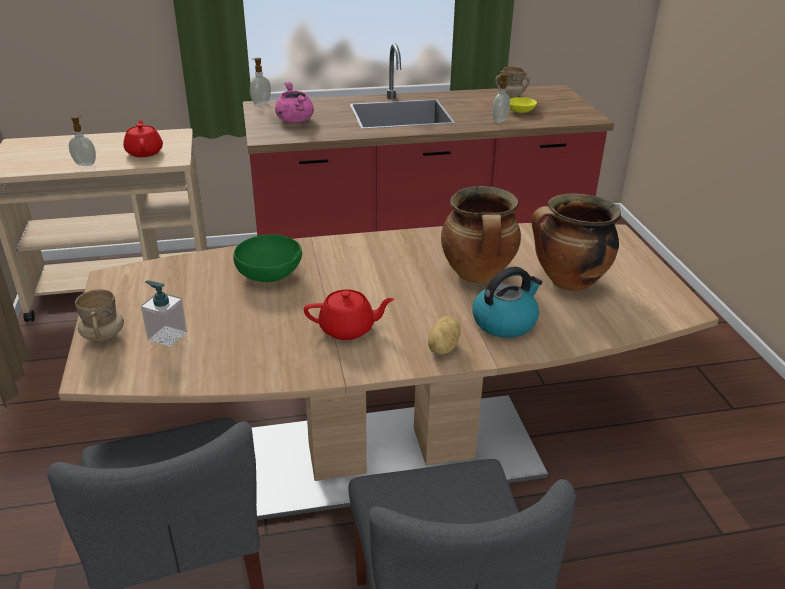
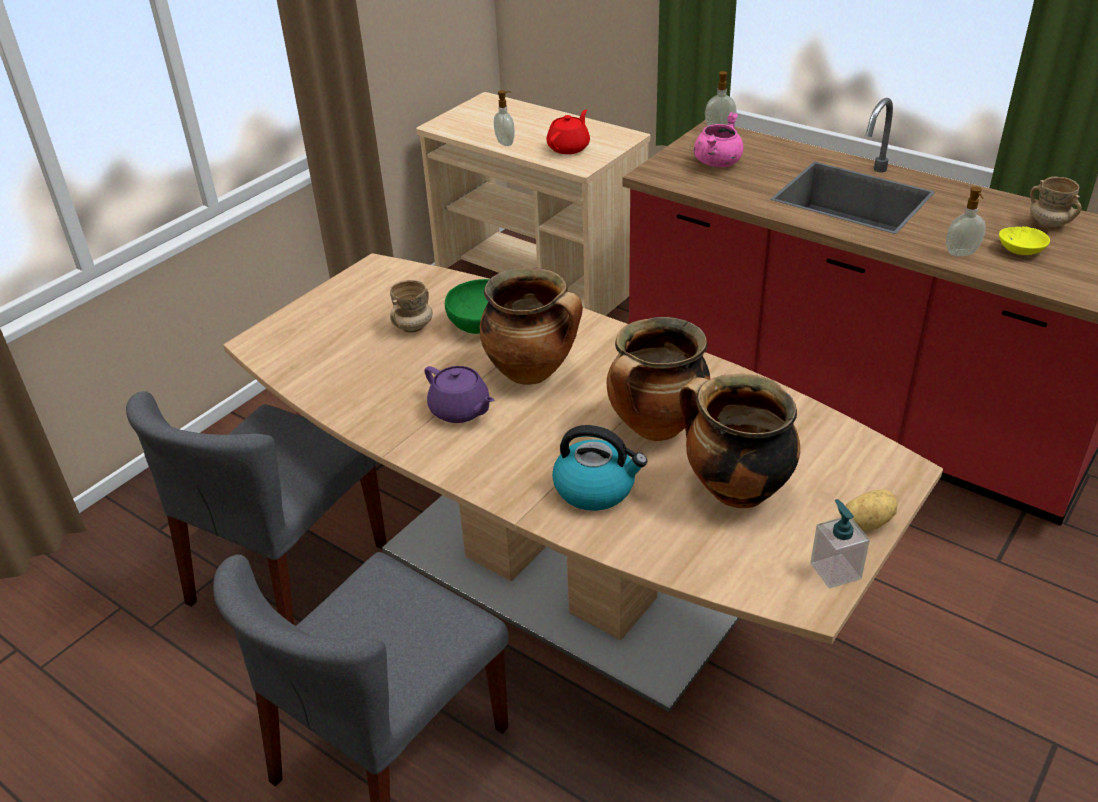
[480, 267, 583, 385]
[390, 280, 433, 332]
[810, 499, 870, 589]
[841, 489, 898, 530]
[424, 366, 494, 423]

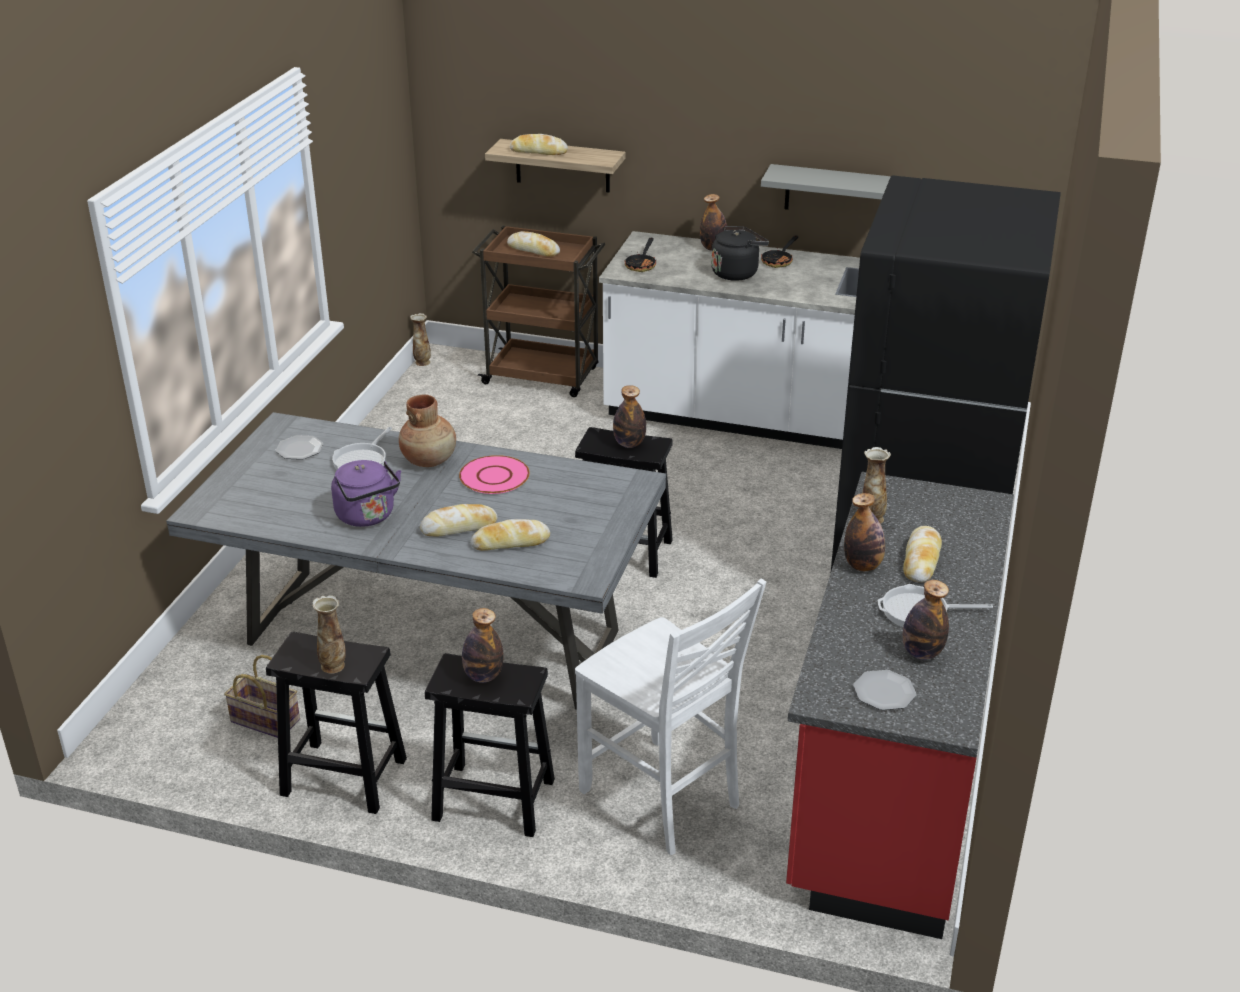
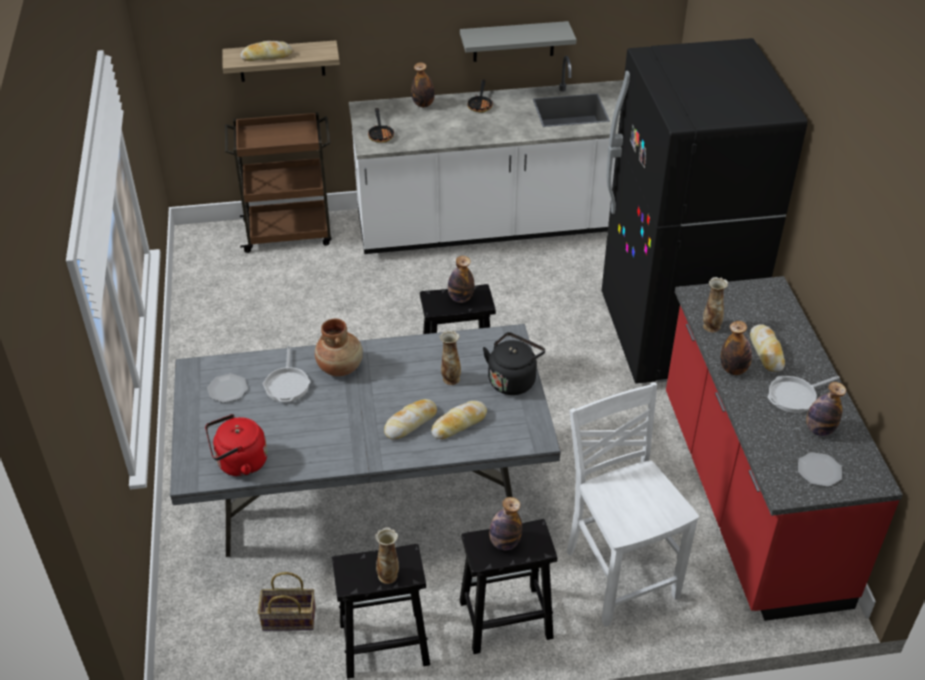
[331, 460, 401, 527] (first image)
[459, 455, 530, 494] (first image)
[507, 231, 560, 257] (first image)
[205, 414, 268, 477]
[439, 330, 461, 385]
[483, 332, 545, 395]
[567, 382, 699, 627]

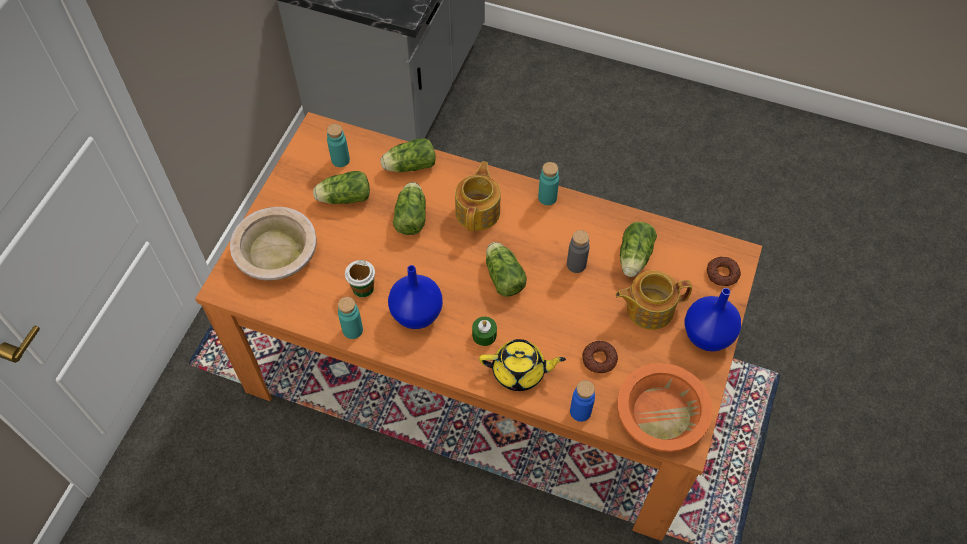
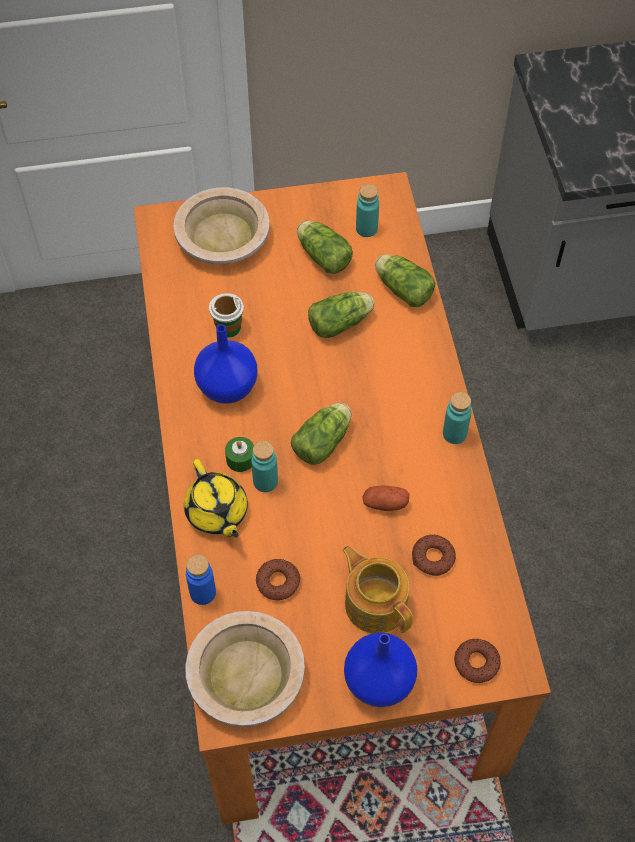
[455, 161, 501, 231] (first image)
[251, 441, 278, 492]
[362, 485, 409, 511]
[412, 534, 456, 576]
[185, 611, 305, 727]

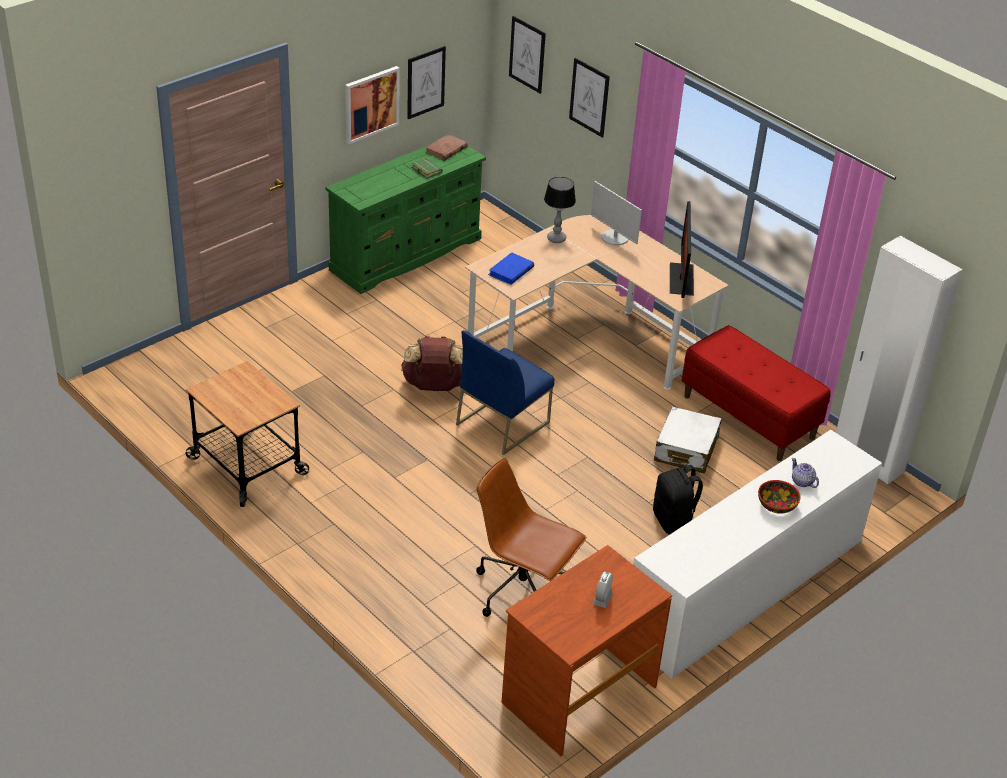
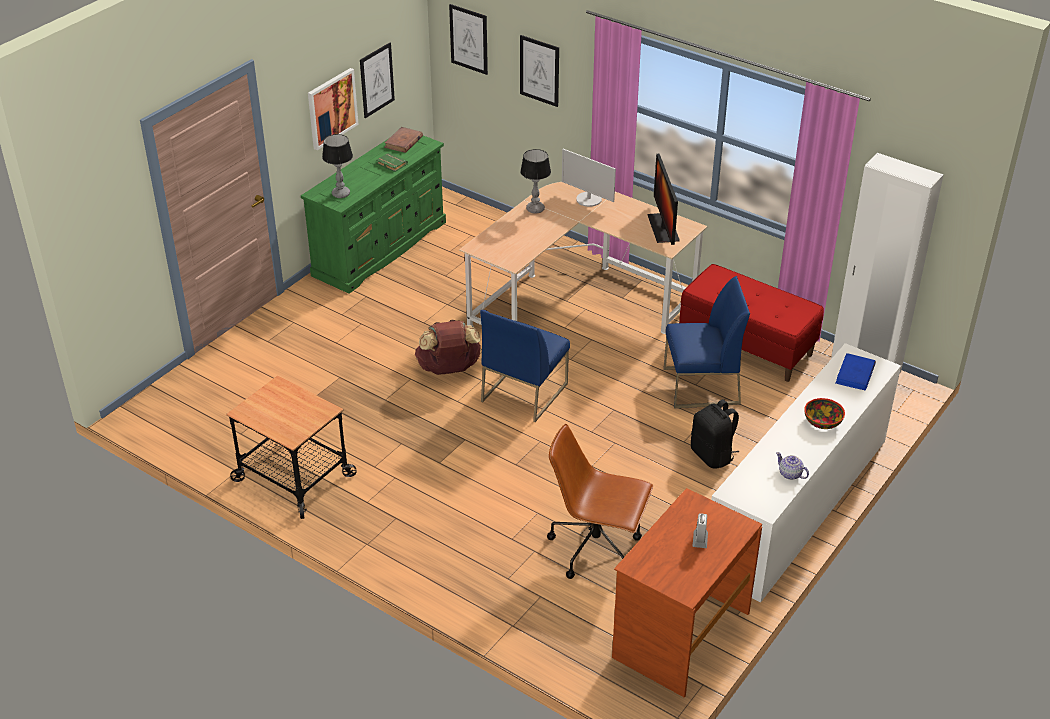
[322, 134, 353, 198]
[835, 353, 876, 390]
[776, 452, 809, 480]
[664, 276, 750, 409]

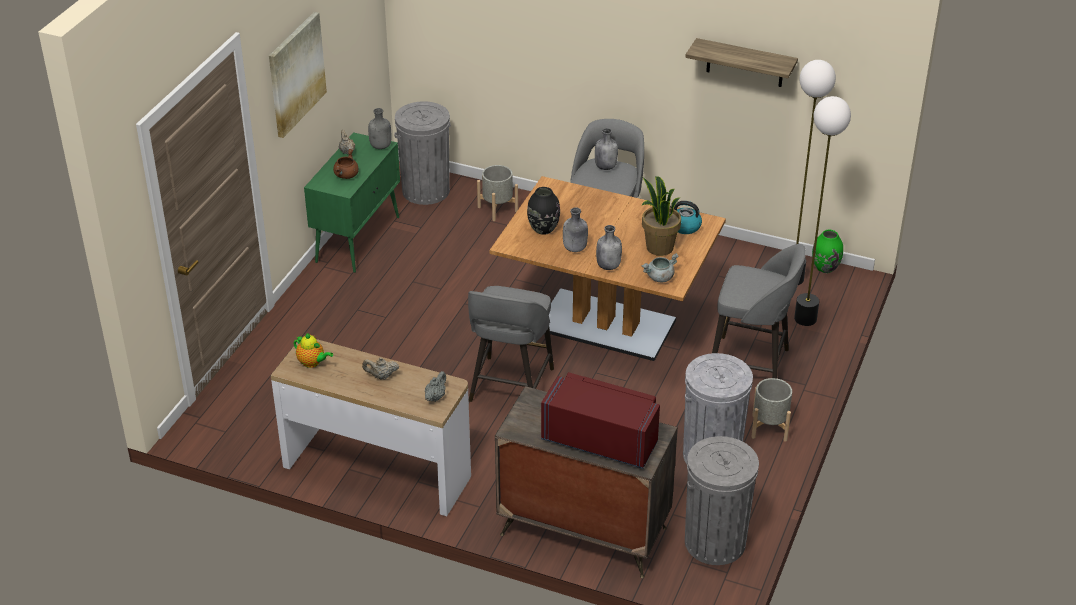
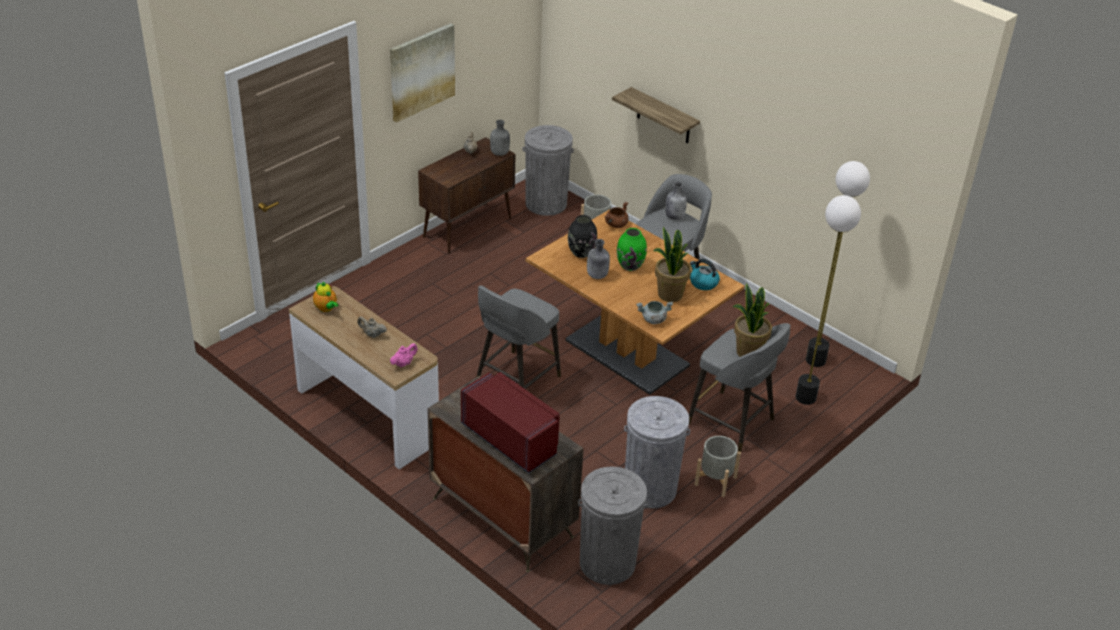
[596, 225, 622, 270] (first image)
[733, 283, 772, 357]
[605, 202, 628, 228]
[612, 87, 700, 143]
[617, 228, 647, 271]
[418, 137, 516, 254]
[390, 343, 418, 367]

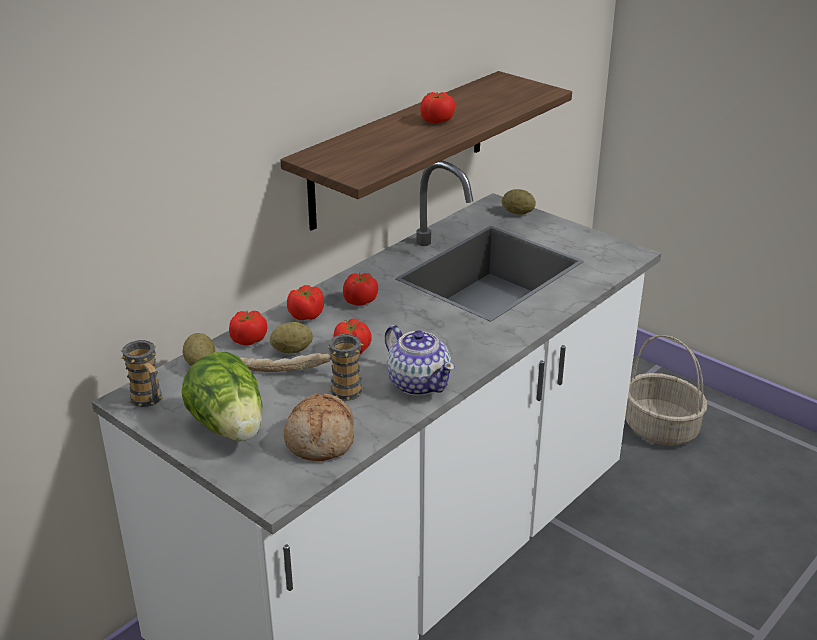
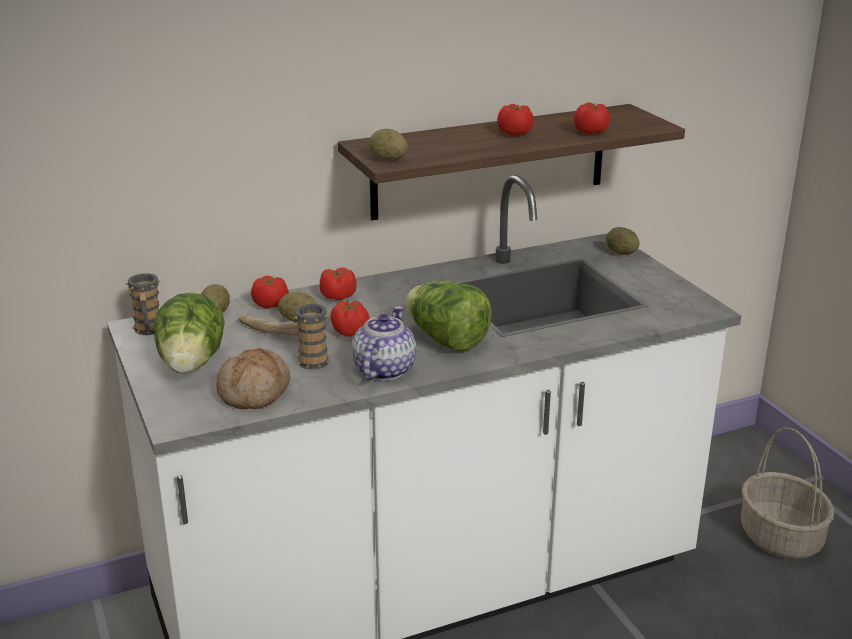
[369, 129, 408, 160]
[405, 280, 492, 352]
[574, 102, 611, 135]
[352, 306, 416, 381]

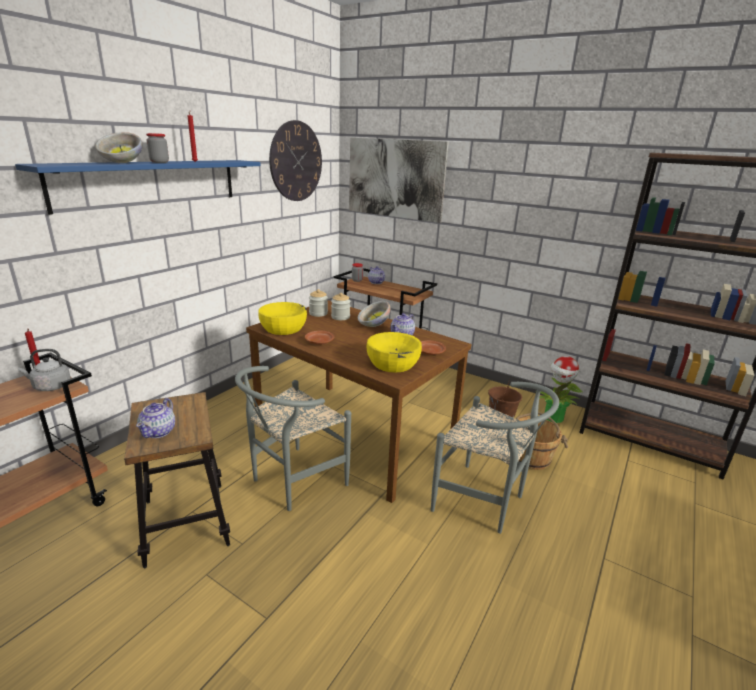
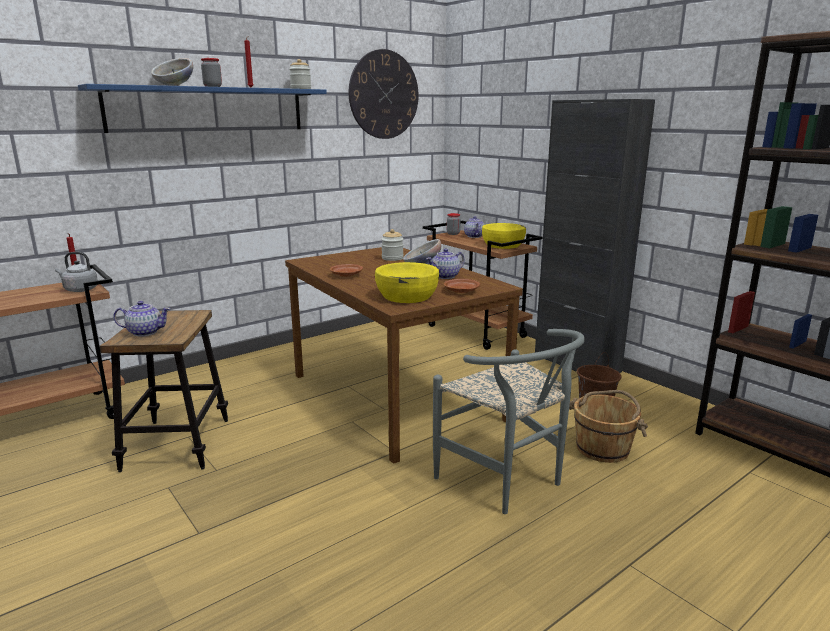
[235, 366, 351, 511] (first image)
[349, 137, 449, 223] (first image)
[539, 356, 582, 423] (first image)
[535, 99, 655, 373]
[482, 223, 526, 249]
[289, 59, 311, 89]
[113, 301, 171, 337]

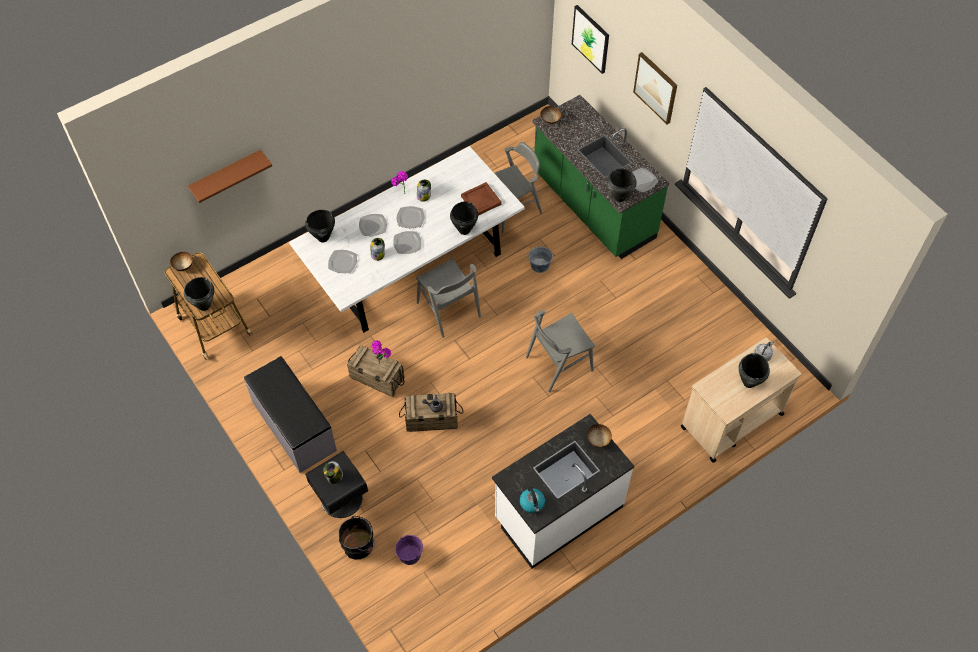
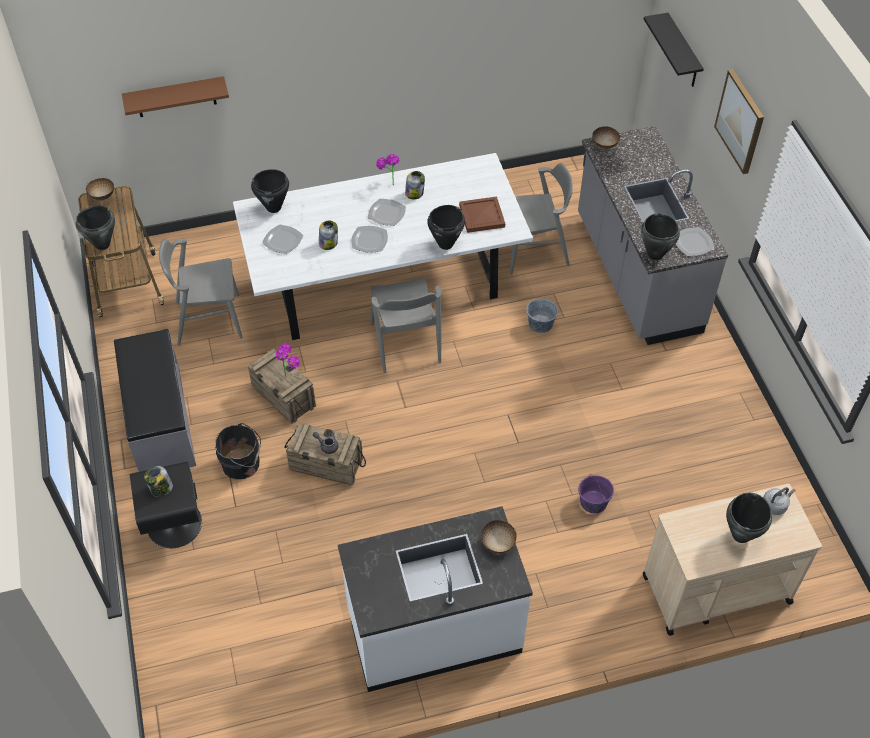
[359, 214, 387, 236] (first image)
[520, 487, 545, 513] (first image)
[215, 423, 261, 479]
[578, 474, 614, 513]
[159, 238, 243, 346]
[644, 13, 704, 87]
[578, 126, 728, 345]

